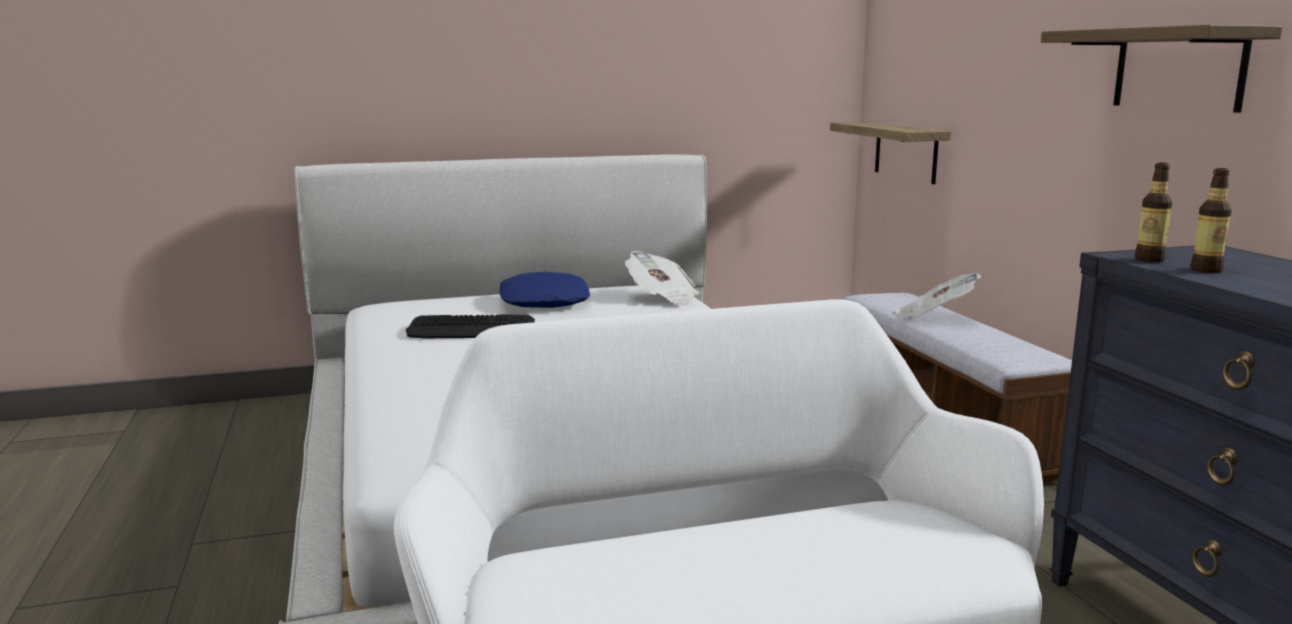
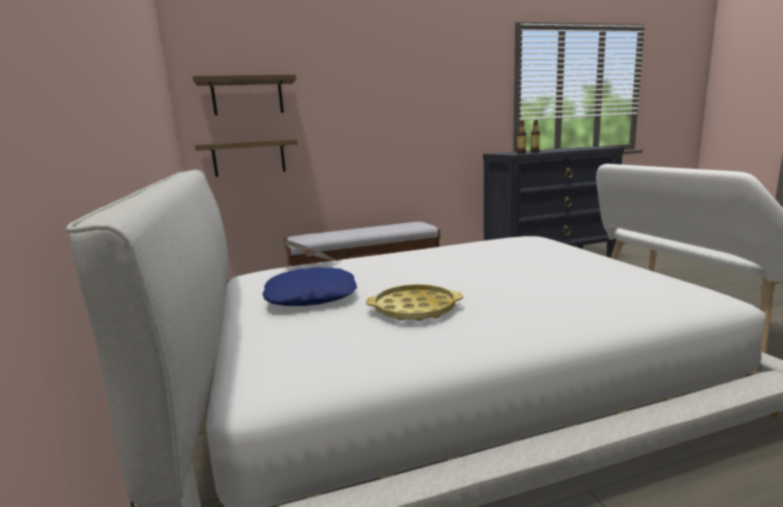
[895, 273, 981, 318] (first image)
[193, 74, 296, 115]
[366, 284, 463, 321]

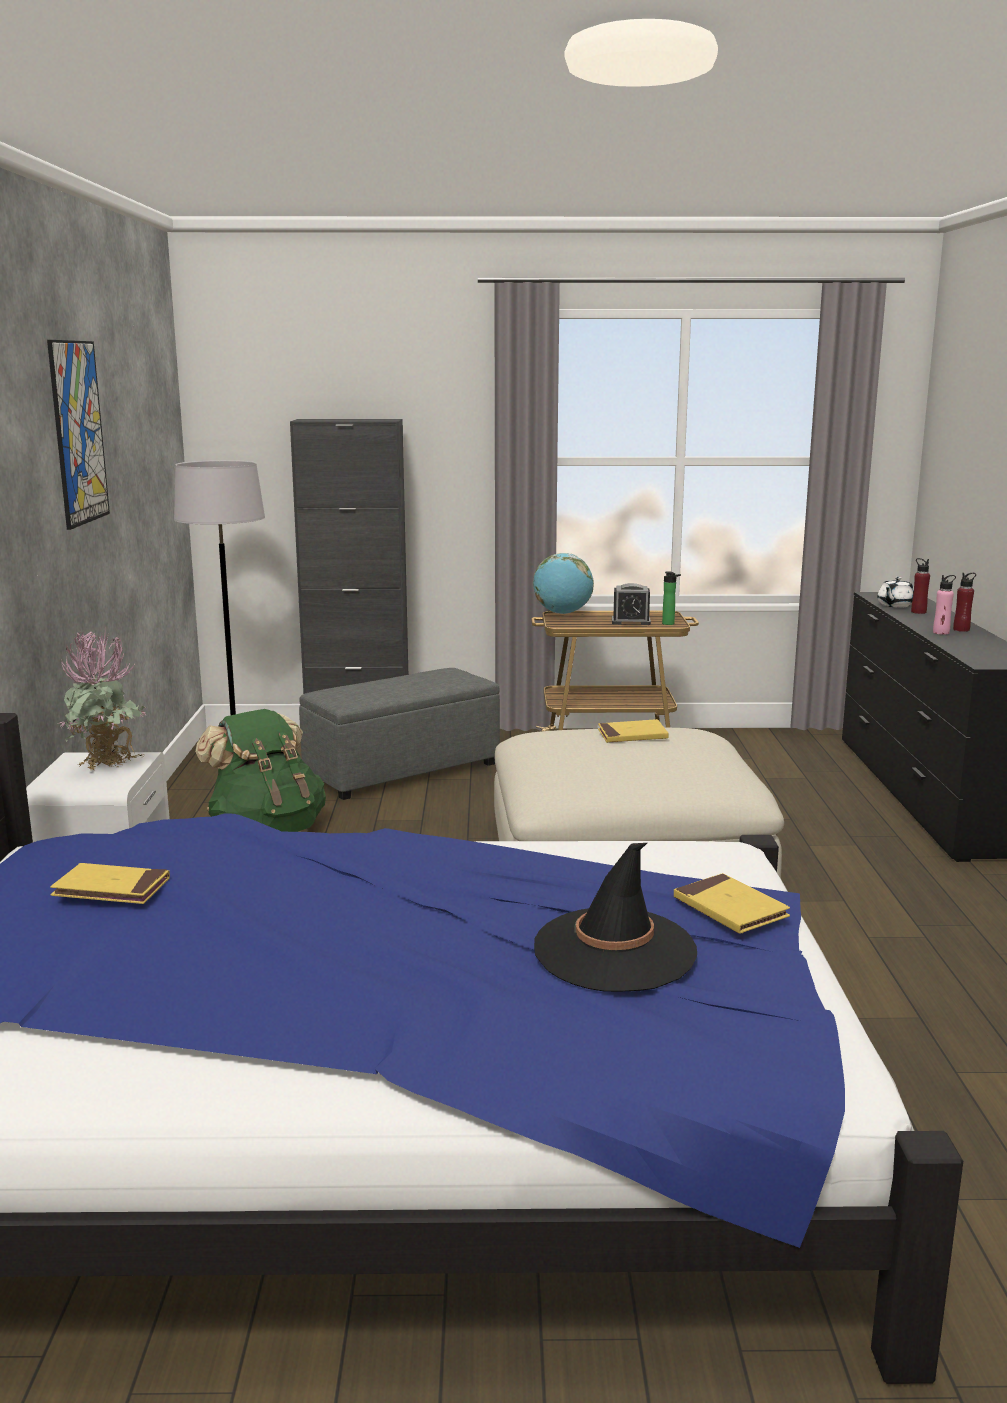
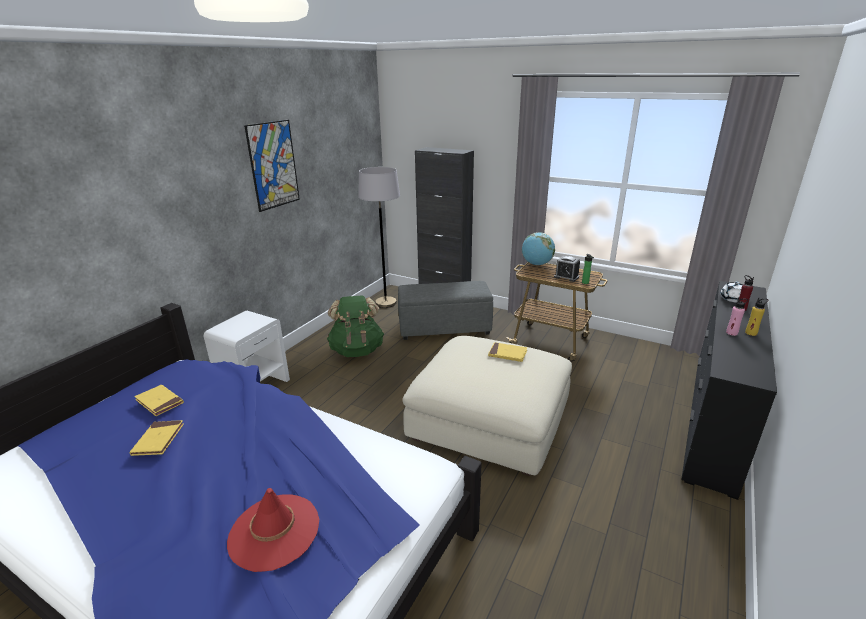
[59, 629, 147, 770] (first image)
[129, 420, 184, 456]
[227, 488, 319, 572]
[745, 297, 768, 336]

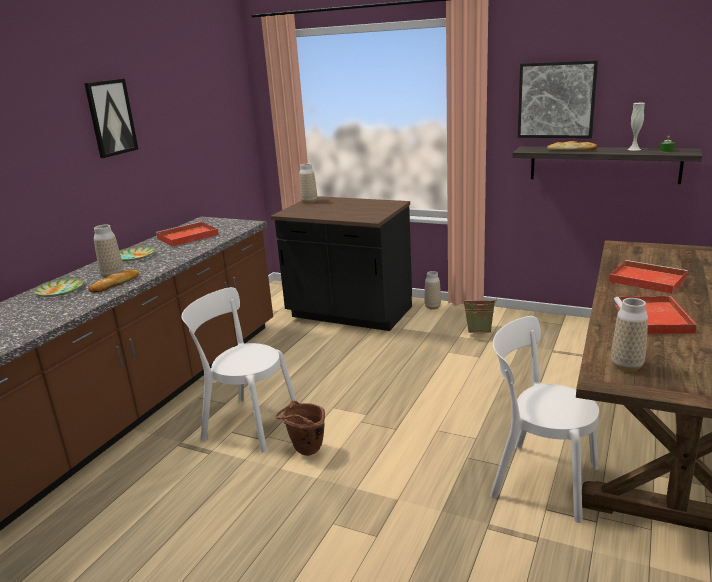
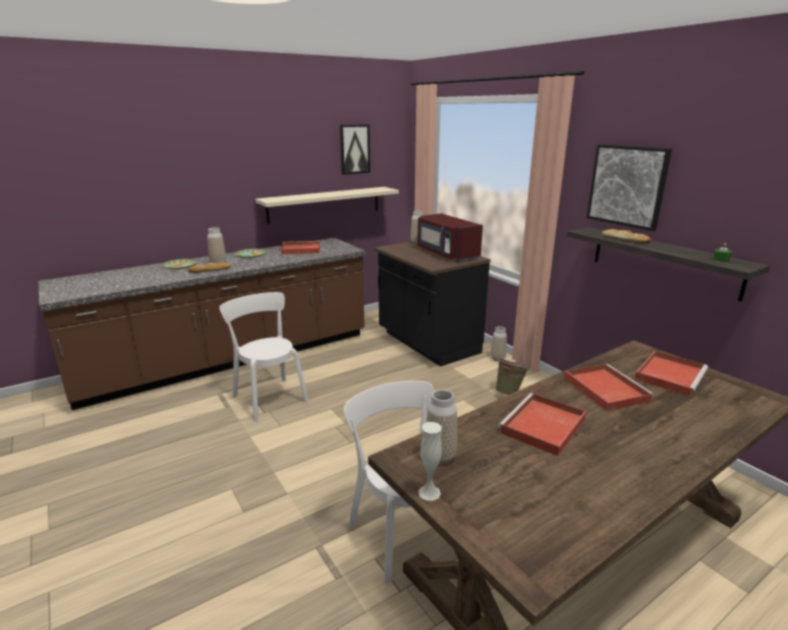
[275, 400, 325, 456] (first image)
[255, 187, 399, 224]
[418, 213, 483, 261]
[634, 351, 708, 397]
[340, 124, 370, 175]
[418, 422, 442, 501]

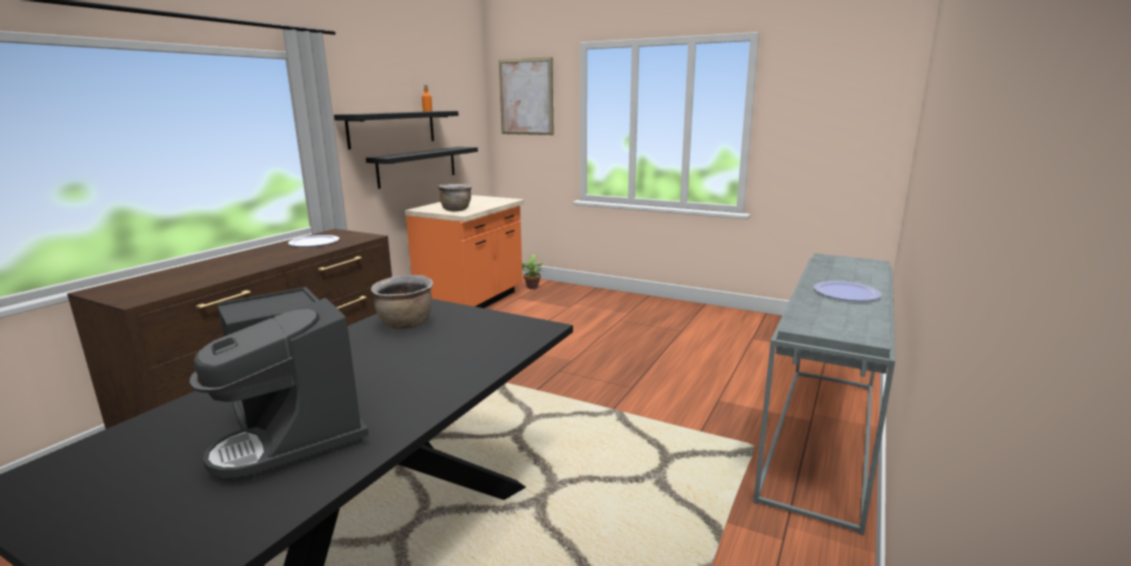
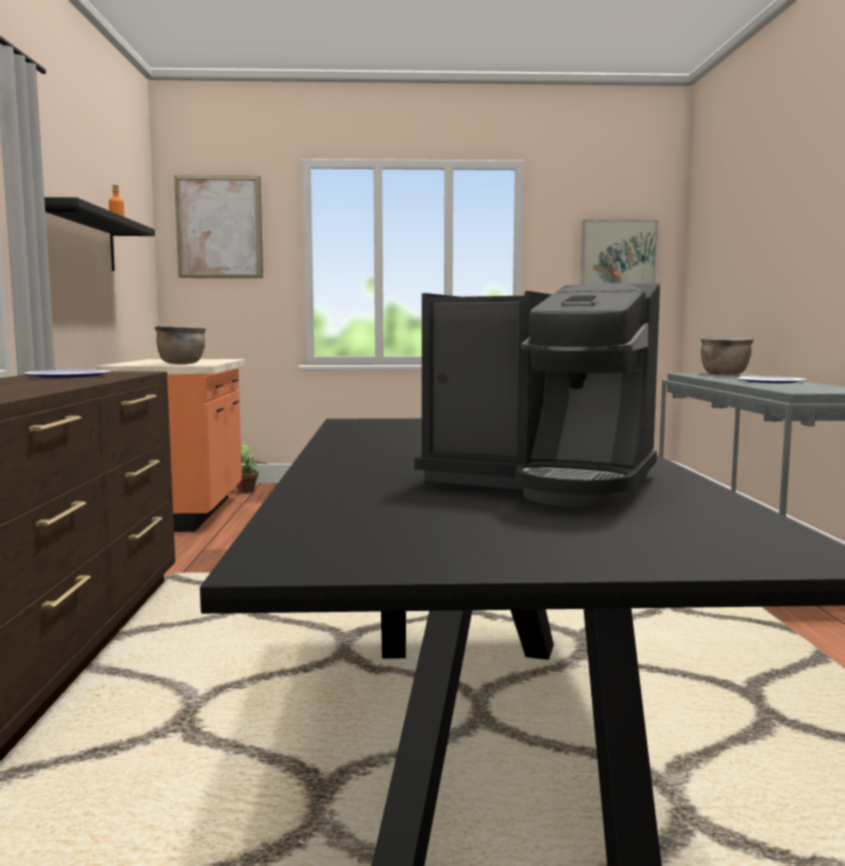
[366, 147, 478, 189] (first image)
[580, 220, 658, 285]
[700, 336, 754, 375]

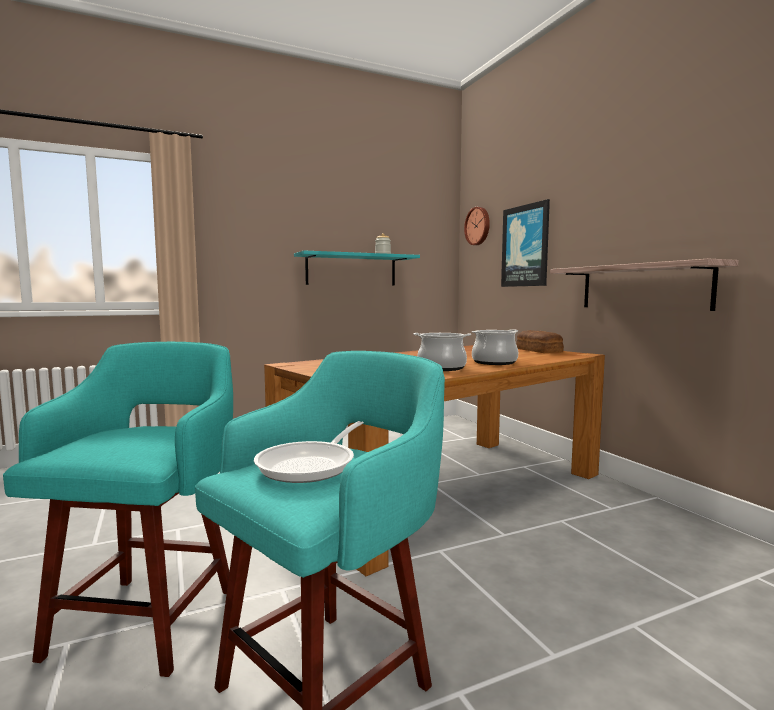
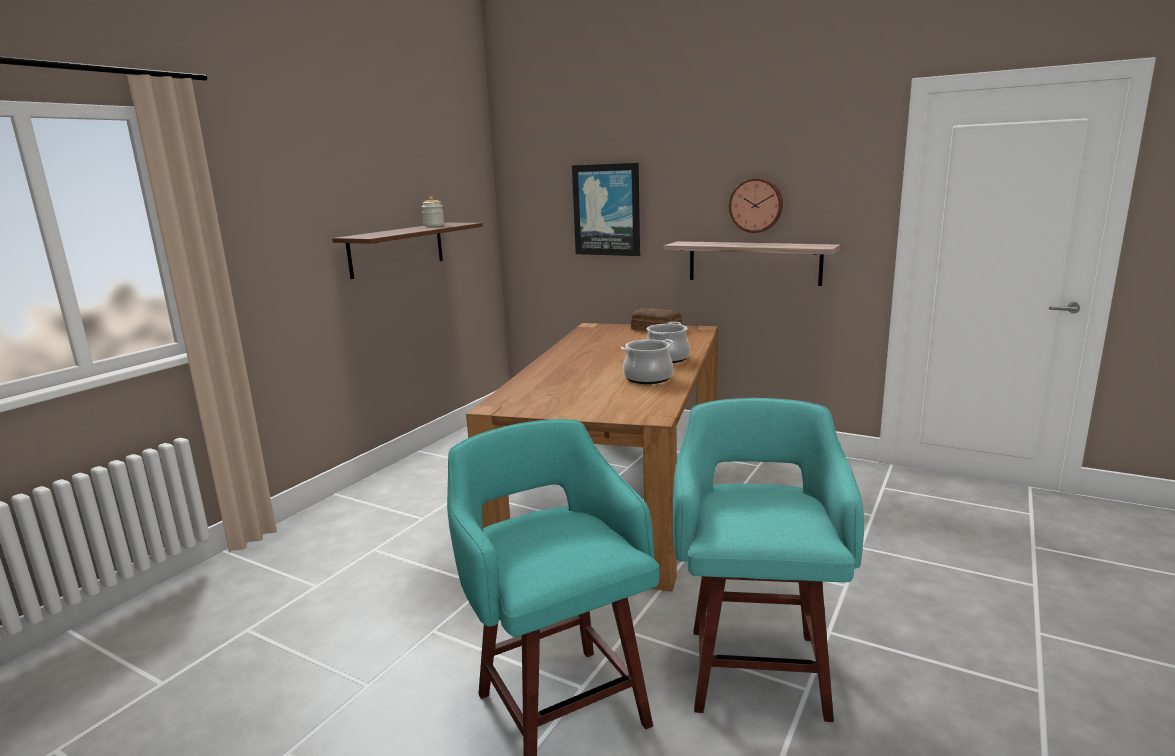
[254, 421, 364, 483] (first image)
[729, 178, 783, 233]
[332, 223, 483, 279]

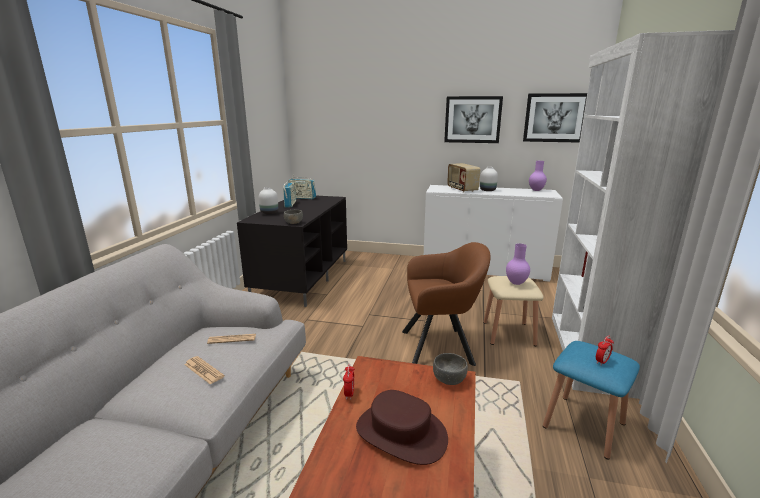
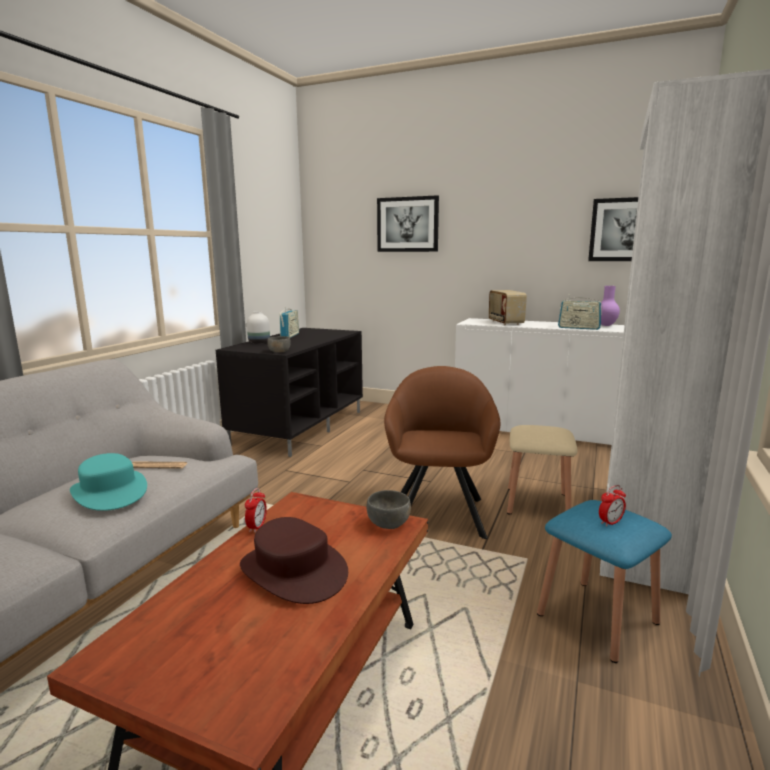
[480, 167, 498, 191] (first image)
[506, 244, 530, 285] (first image)
[558, 294, 602, 330]
[377, 195, 439, 252]
[70, 453, 147, 511]
[384, 366, 500, 539]

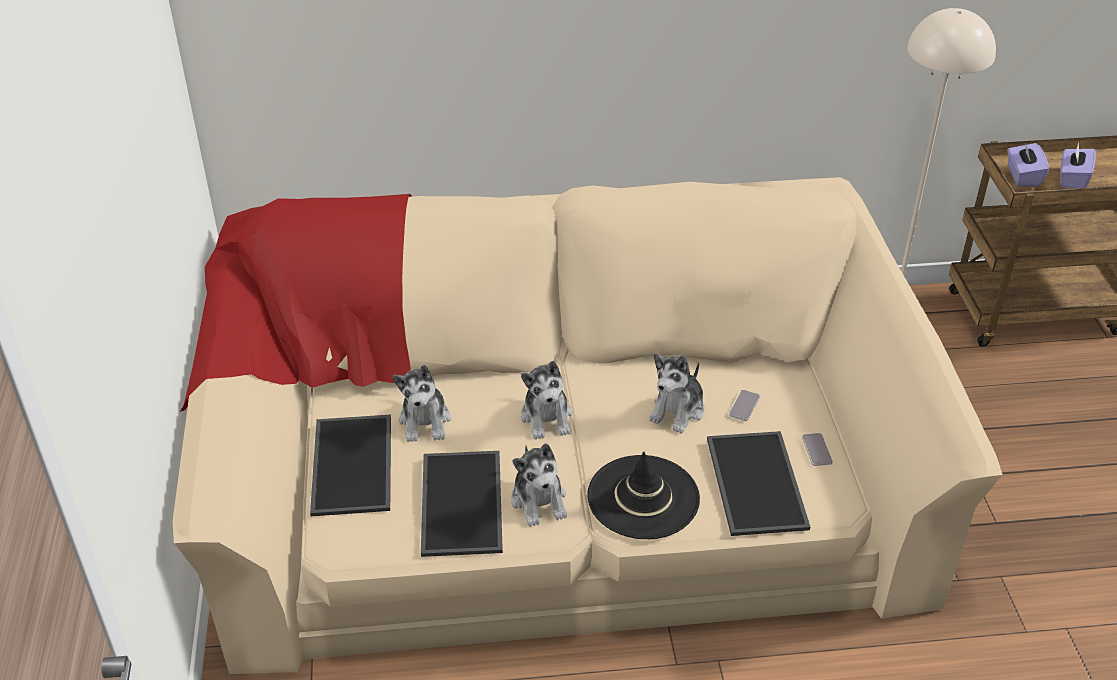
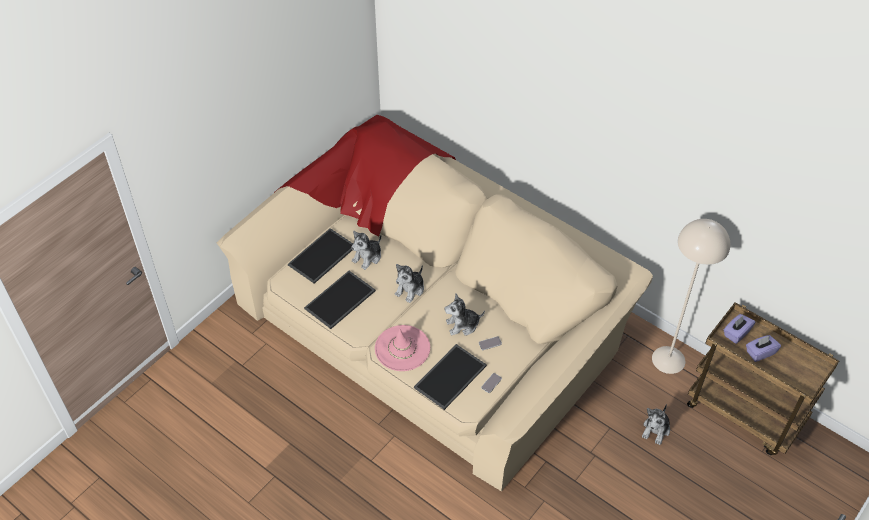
[642, 404, 670, 445]
[375, 325, 430, 371]

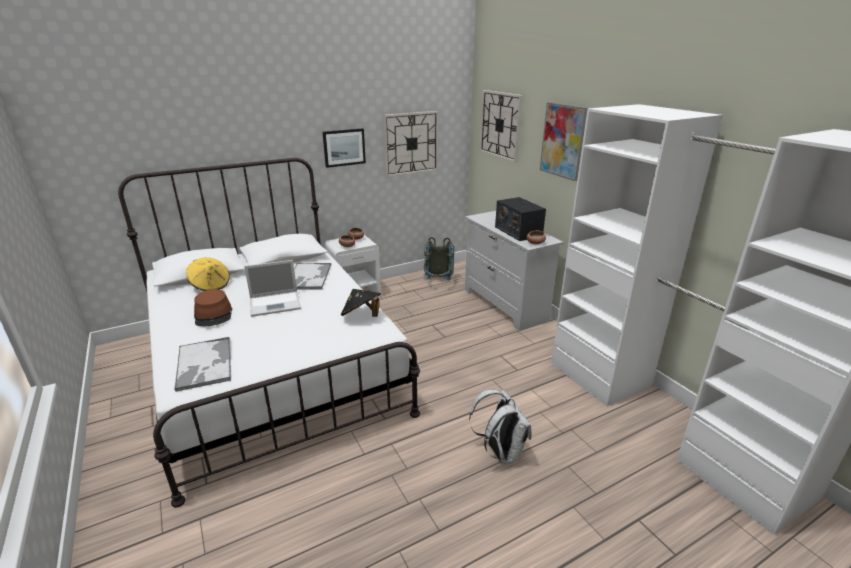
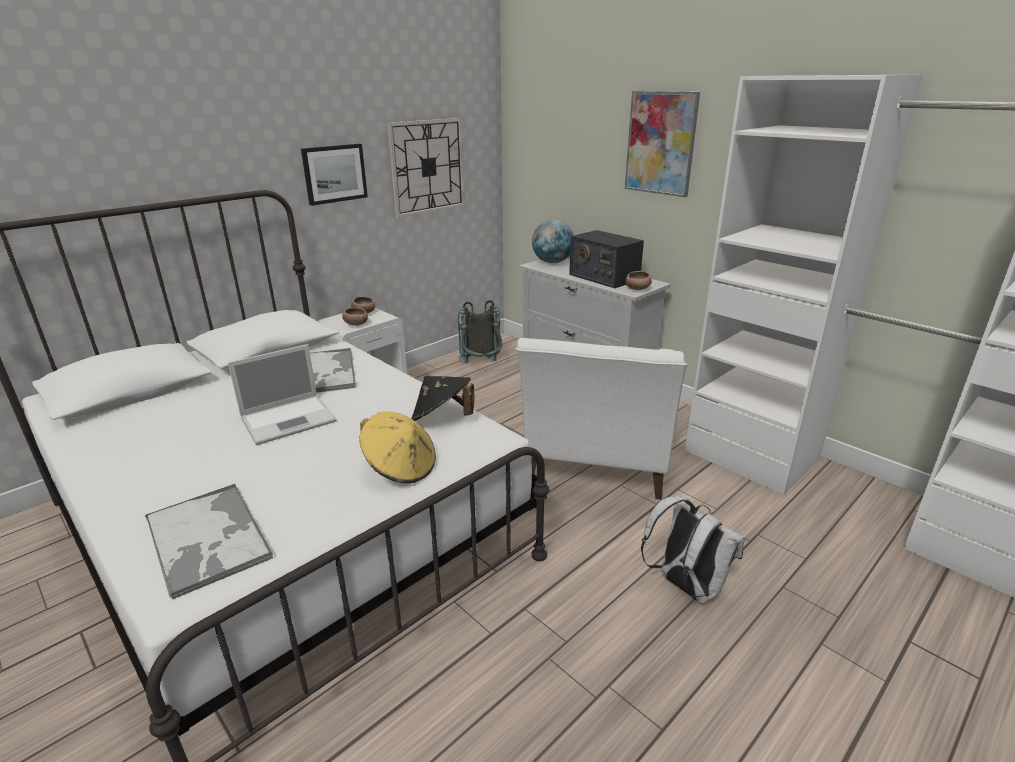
[194, 289, 232, 326] (first image)
[479, 90, 523, 163] (first image)
[515, 338, 687, 500]
[532, 220, 574, 263]
[359, 411, 436, 483]

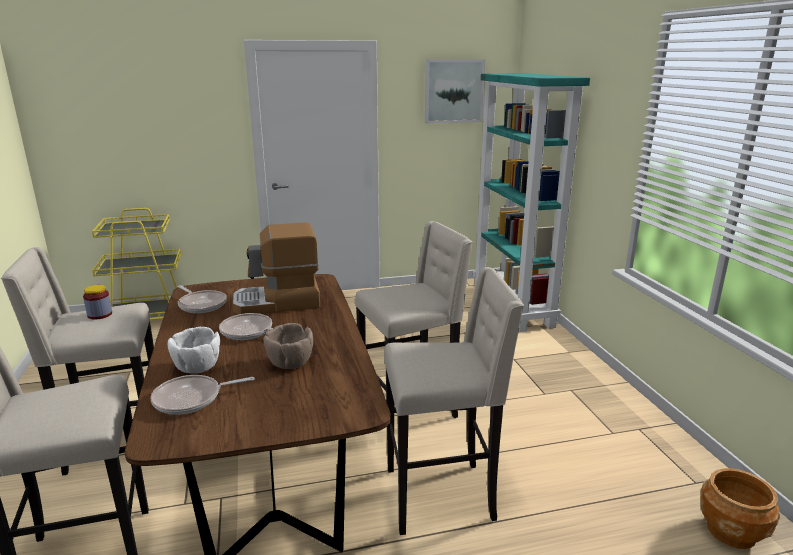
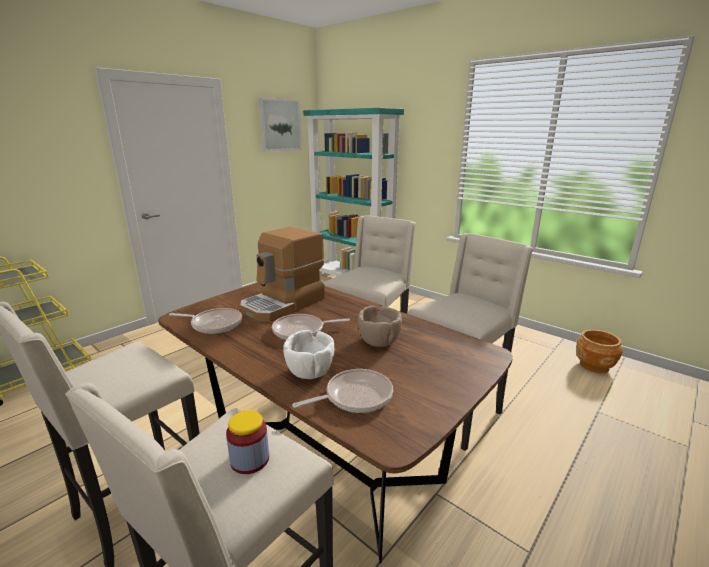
[226, 410, 269, 474]
[292, 369, 393, 413]

